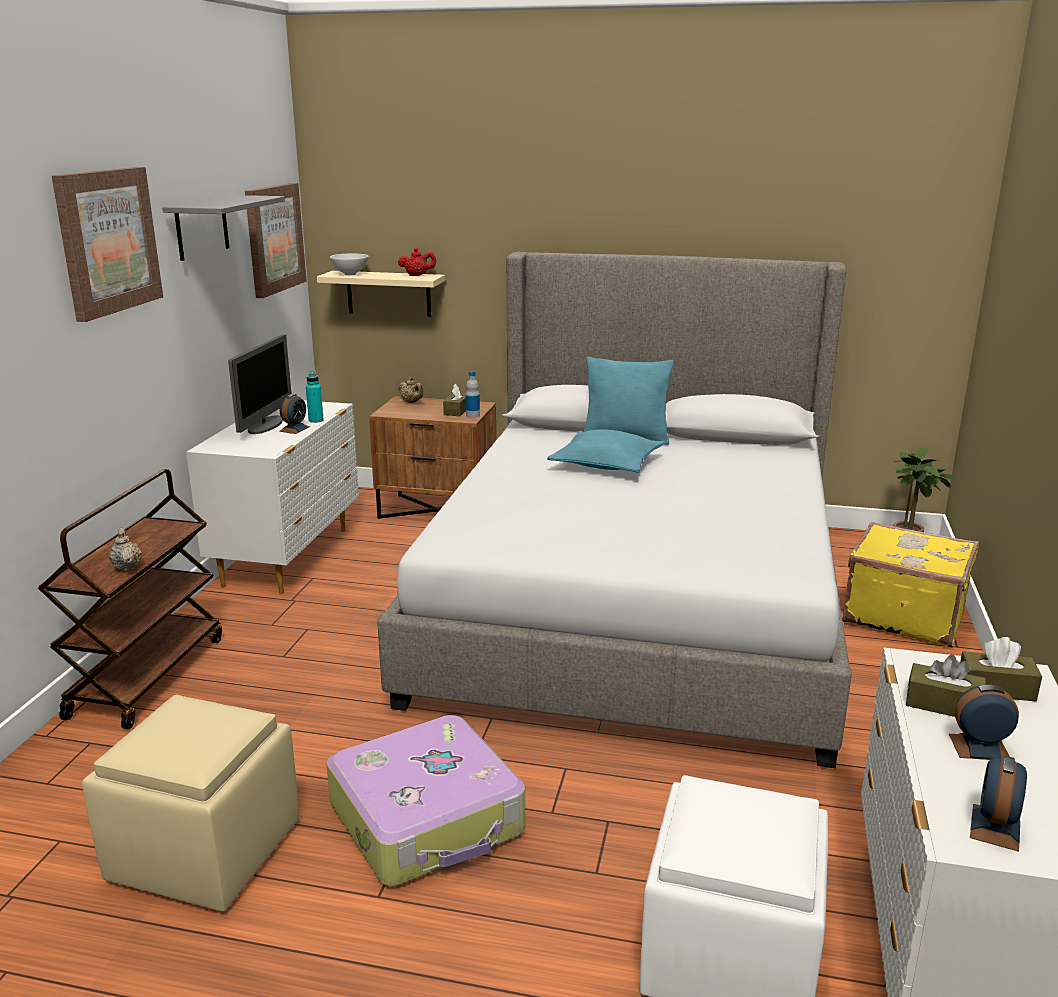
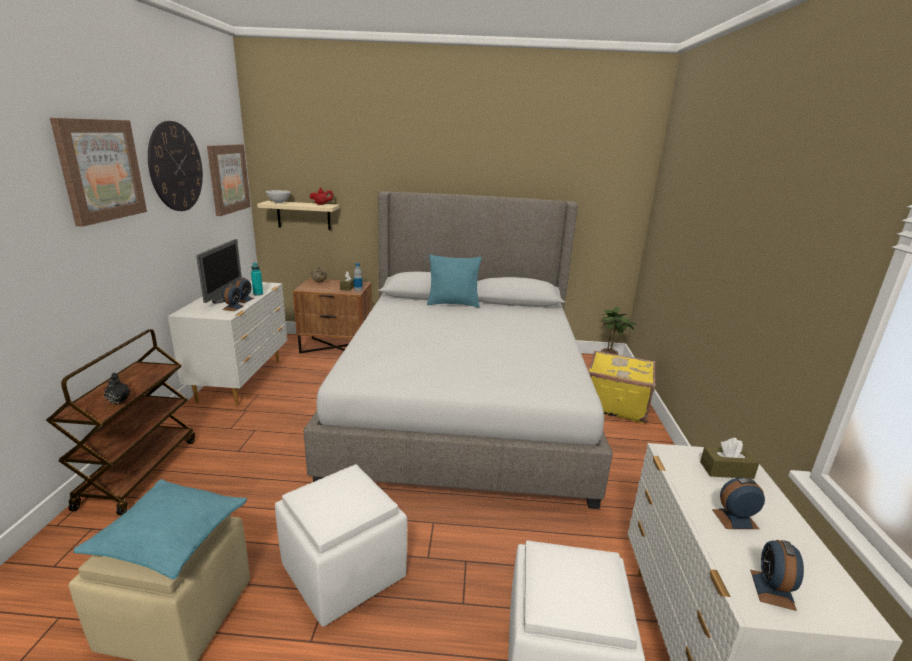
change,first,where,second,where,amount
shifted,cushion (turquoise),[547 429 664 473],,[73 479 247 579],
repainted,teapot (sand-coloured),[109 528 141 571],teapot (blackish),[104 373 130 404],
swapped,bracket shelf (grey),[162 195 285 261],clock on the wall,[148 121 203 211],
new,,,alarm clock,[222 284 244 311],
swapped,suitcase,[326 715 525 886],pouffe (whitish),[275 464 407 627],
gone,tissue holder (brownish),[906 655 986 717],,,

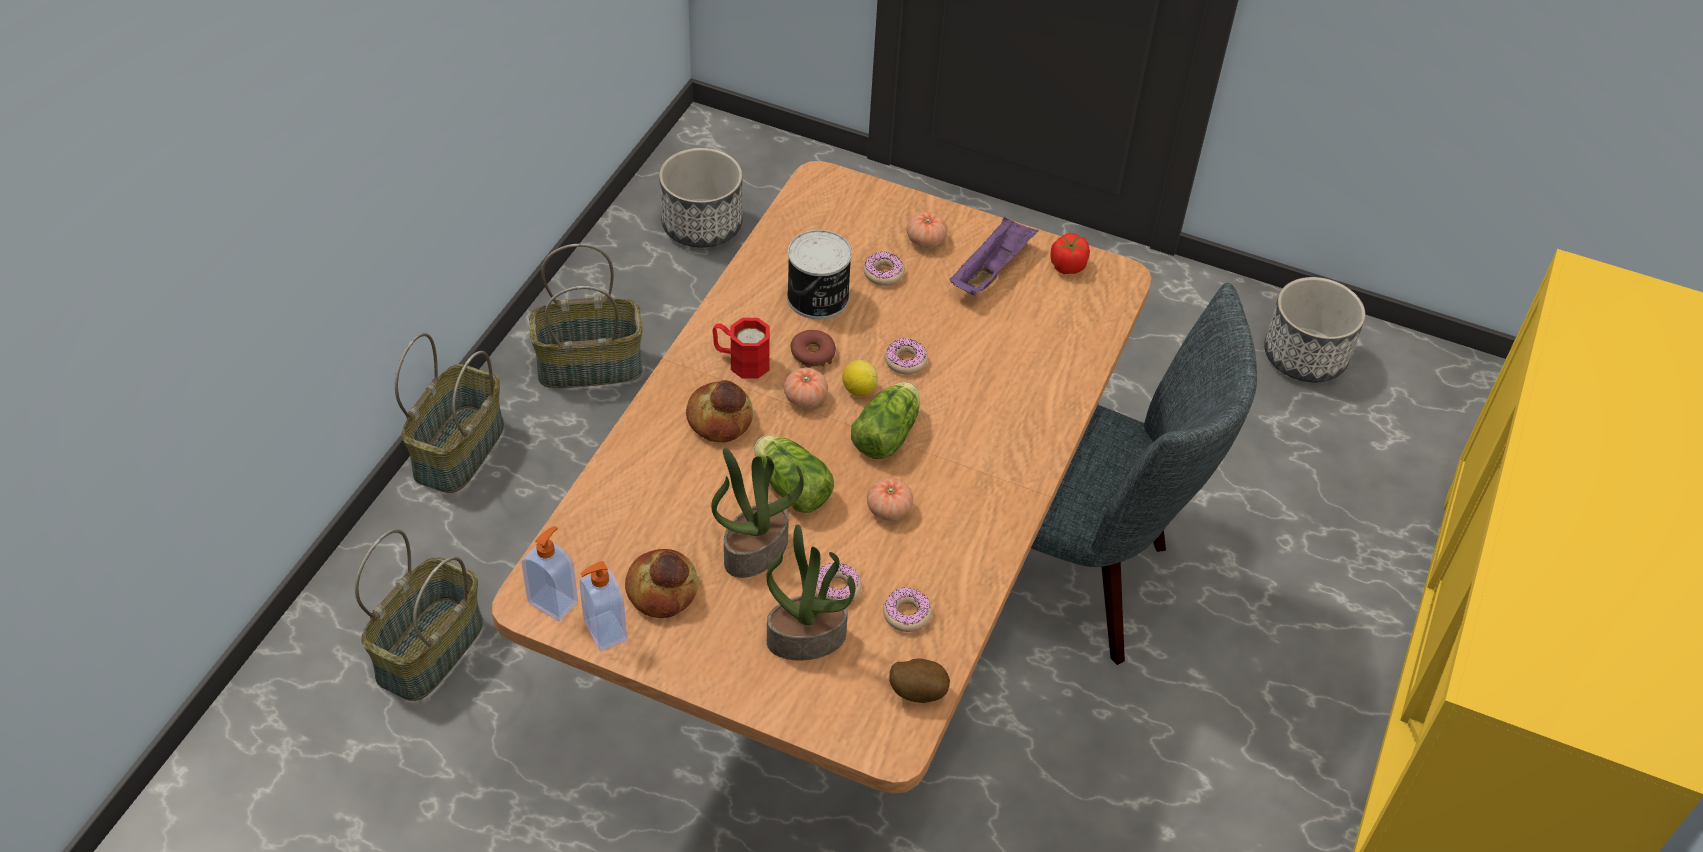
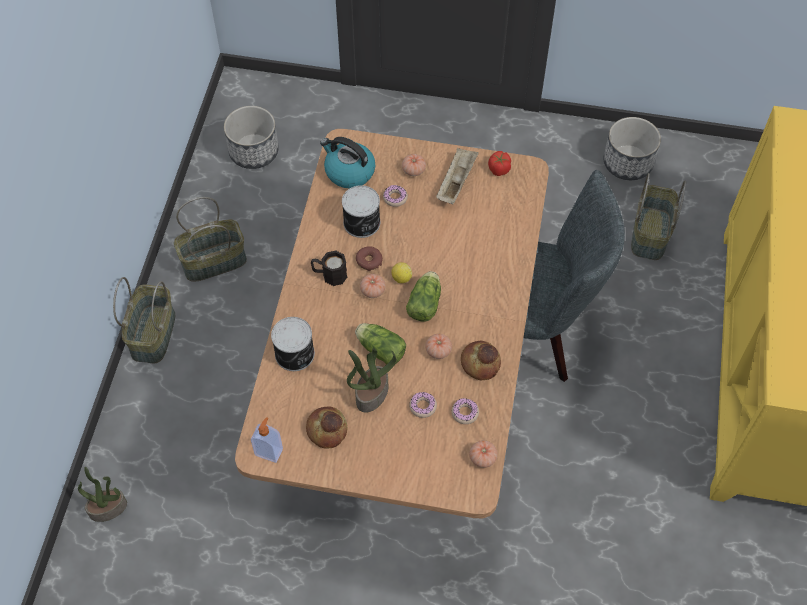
change,first,where,second,where,amount
shifted,houseplant,[766 524 855 661],,[78 467 127 522],
new,,,sealed can,[271 317 315 371],
repainted,mug (red-coloured),[712 318 770 379],mug (blackish),[311 251 347 286],
new,,,tea kettle,[320 137 375 188],
repainted,carrying tray (purple),[950 217 1039 296],carrying tray (sand-coloured),[436 148 479 204],
shifted,bread,[686 380 753 442],,[461 341 501 380],
swapped,potato,[889 658 950 703],fresh tomato,[469 440 498 468],
shifted,household basket,[355 529 483 701],,[631 173 686 260],
gone,soap bottle,[579 561 627 651],,,
gone,doughnut,[885 338 928 375],,,

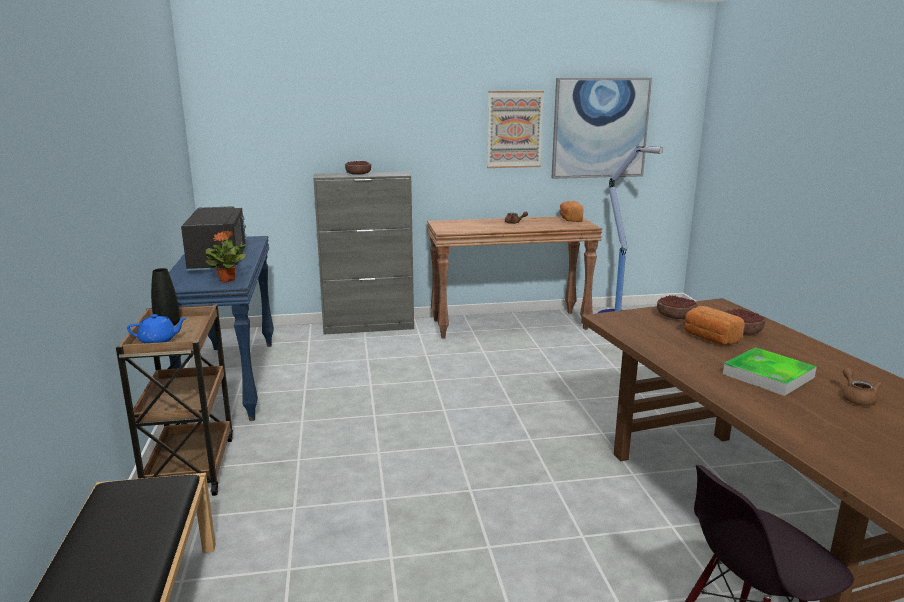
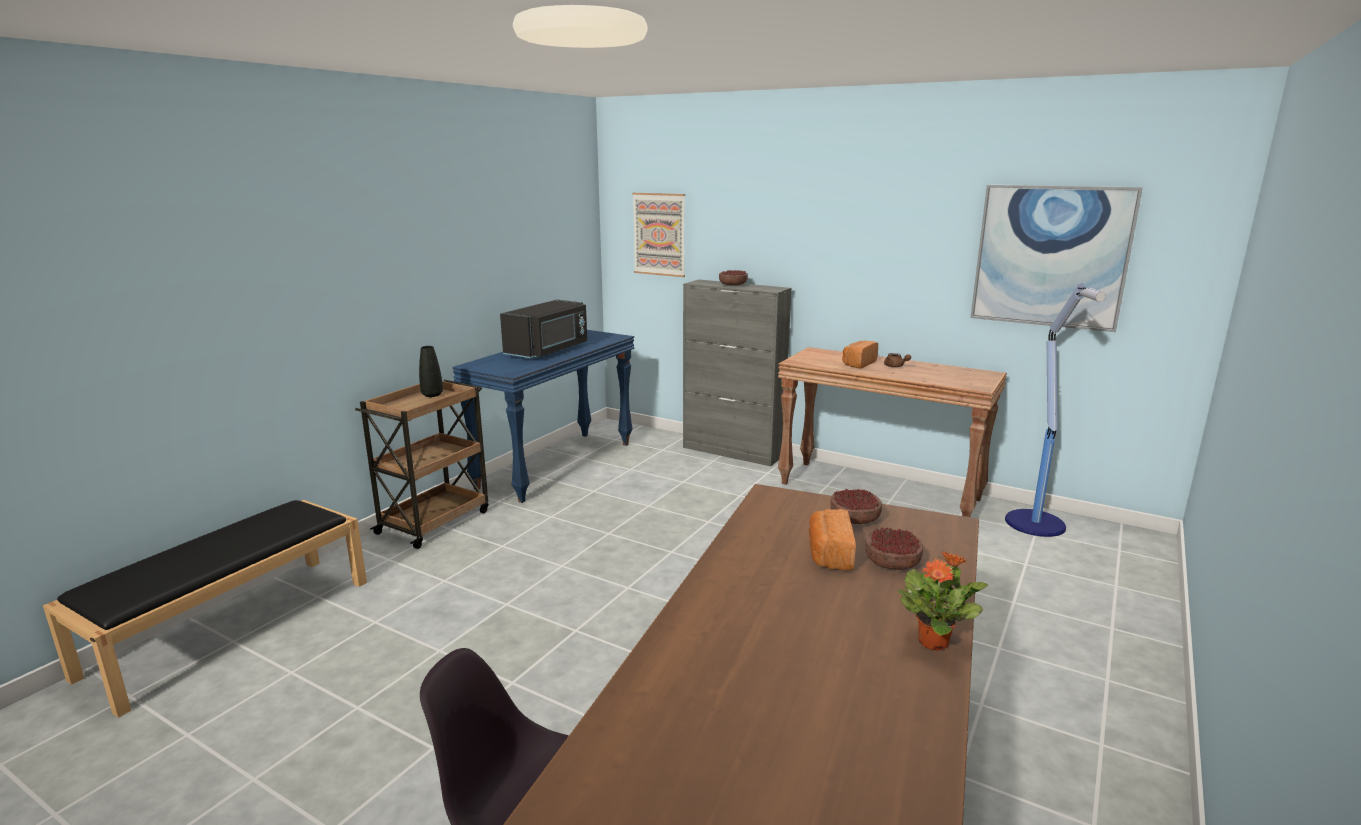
change,first,where,second,where,amount
shifted,wall picture,[487 91 544 168],,[632 193 685 277],
shifted,bread,[560 201 583 222],,[842 340 878 368],
shifted,houseplant,[203 230 247 283],,[898 551 988 651],
gone,teapot (bluish),[127 314 187 343],,,
gone,carrying tray,[723 347 817 396],,,
gone,teapot (brownish),[843 368 882 406],,,

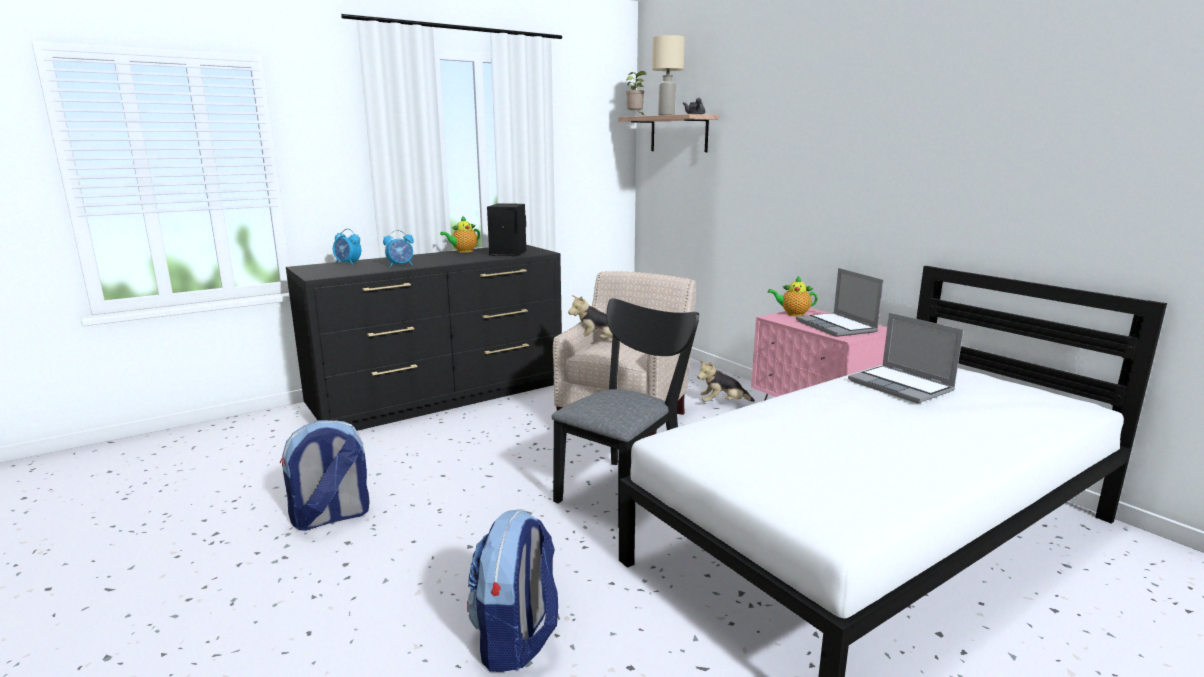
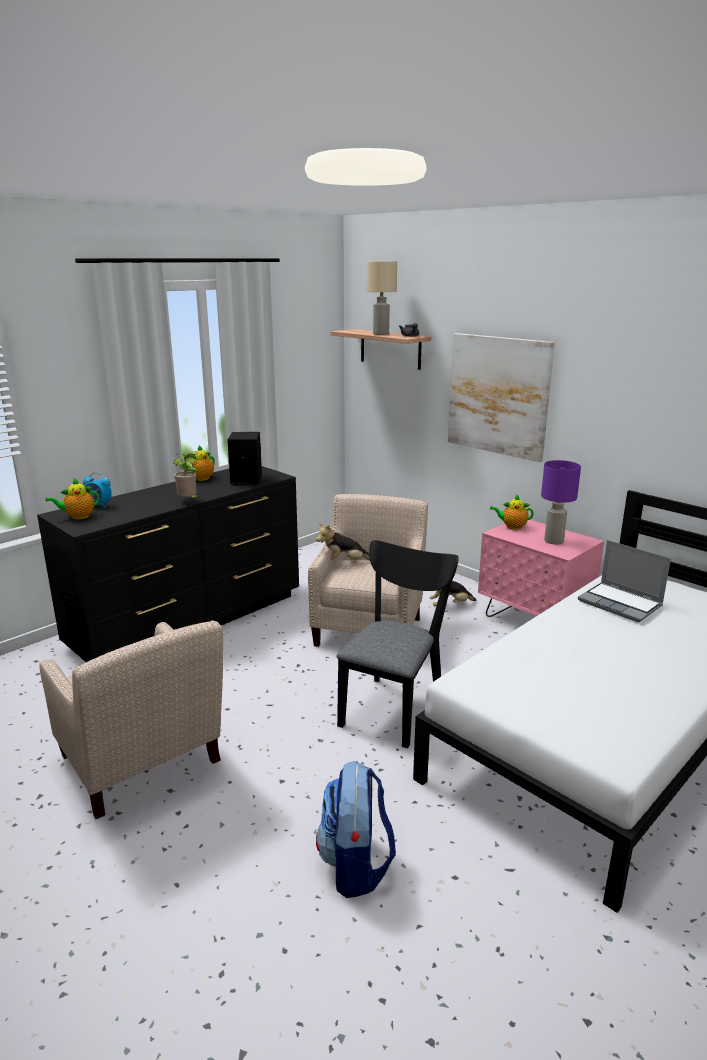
change,first,where,second,where,amount
swapped,rucksack,[280 420 369 531],lounge chair (sand-coloured),[39 620 223 819],
new,,,teapot,[45 478 99 520],
shifted,houseplant,[626 71 647 115],,[173 451 200 498],
new,,,wall picture,[448 333 555 462],
swapped,notebook computer,[796 268 884 337],table lamp (purple),[541 460 581 544],
gone,alarm clock,[383 230 414 267],,,

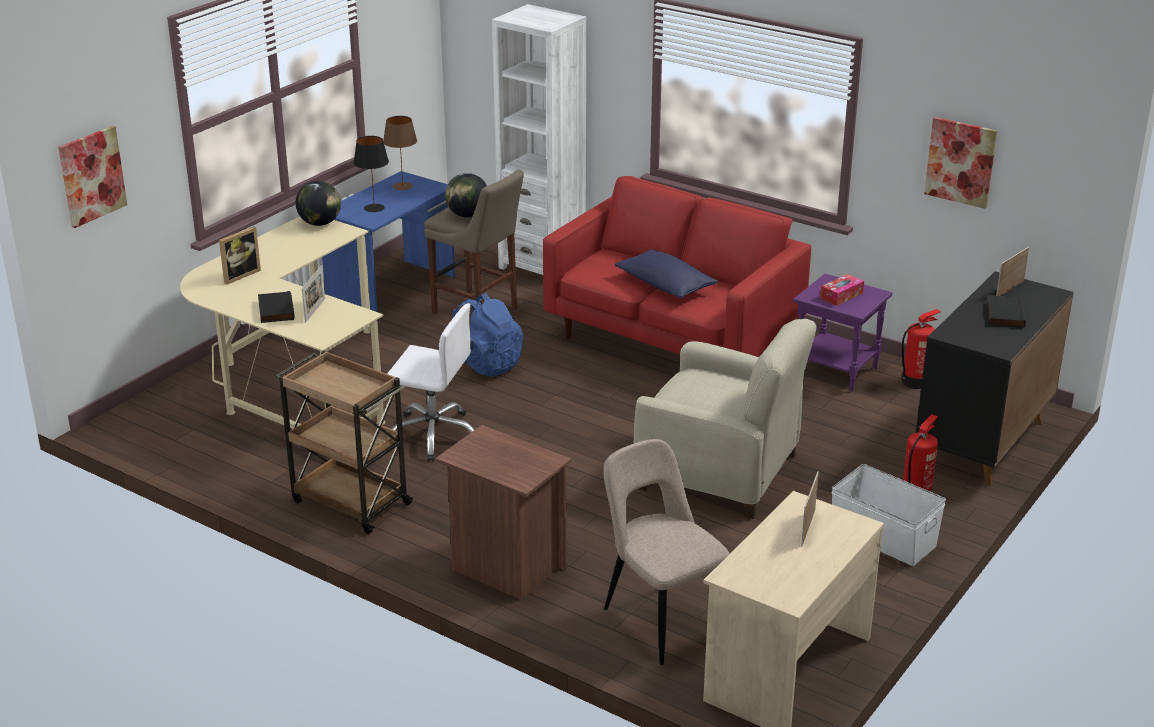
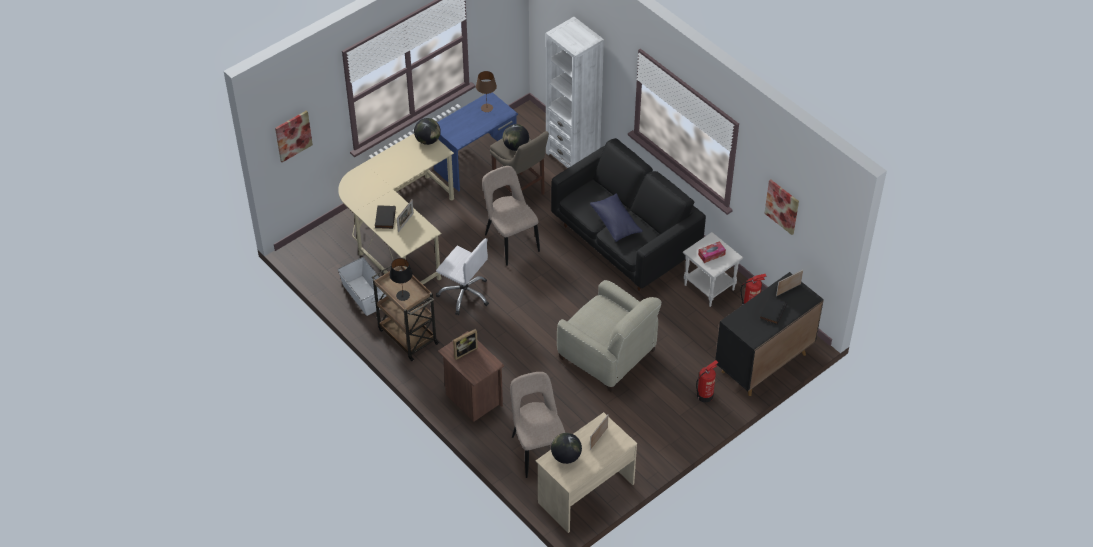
change,first,where,second,where,amount
shifted,storage bin (whitish),[831 464 946 566],,[338 257 386 316],
shifted,table lamp (blackish),[353 136 389 212],,[389 258 413 301],
shifted,photo frame,[219 226 261 285],,[453 329 478 360],
swapped,rucksack (bluish),[452 293 523 377],plain chair (sand-coloured),[482 166 540 266],
repainted,couch (red-coloured),[543 176 811 357],couch (blackish),[551 138 706 291],
new,,,world globe,[551 433 582 464],
repainted,accent table (purple),[793 274 892 392],accent table (whitish),[683 232 743 307],

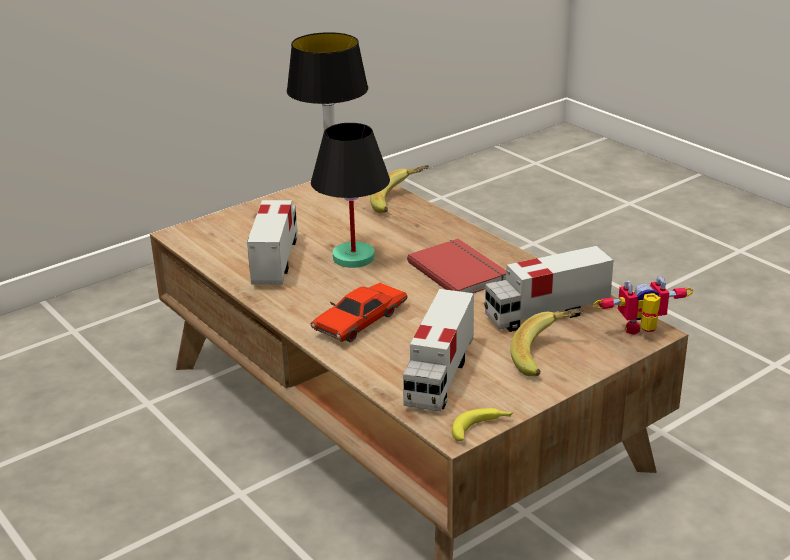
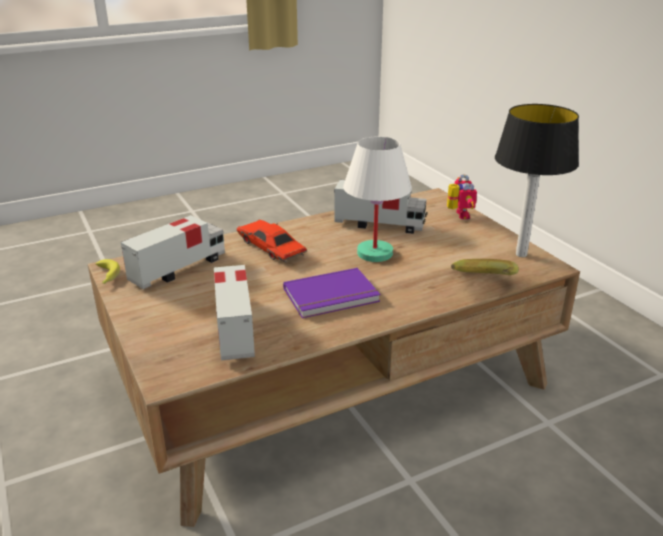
change,first,where,second,where,amount
rotated,model truck,[403 289 474 412],,[121 215 225 289],105 degrees clockwise
repainted,bound book (red-coloured),[407 239 506 293],bound book (purple),[283 268 380 318],
repainted,table lamp (blackish),[311 123 390 268],table lamp (whitish),[343 137 412 262],
shifted,robot figure,[593 276 693 335],,[447 175 477 219],
gone,whole banana,[510 308 584 376],,,

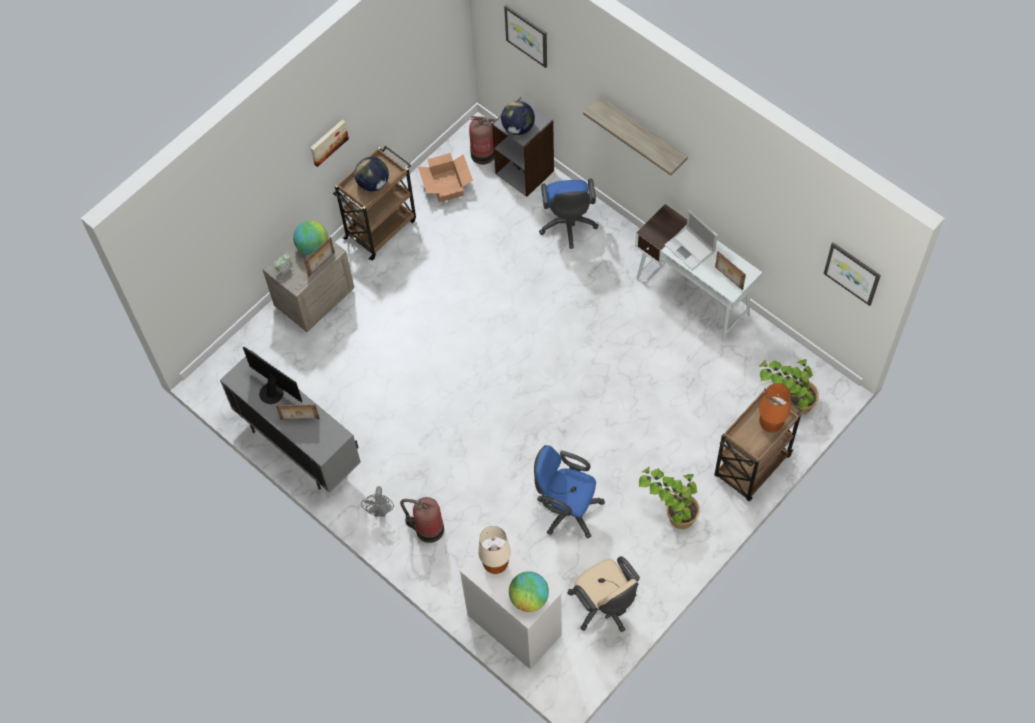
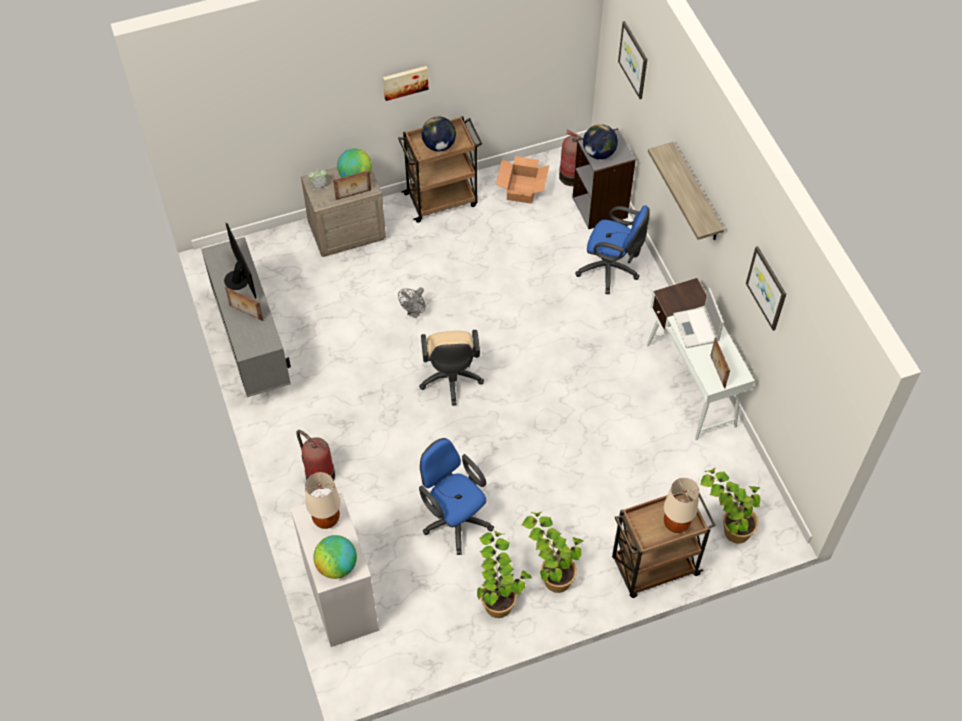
change,first,where,second,where,amount
shifted,fan (grey),[361 486 394 516],,[398 287 425 318],
shifted,desk chair (sand-coloured),[567 556 640 632],,[419 330 484 405],
new,,,houseplant,[477 531 532 618],
rotated,desk chair (bluish),[539 178 598 249],,[575 205 650 294],90 degrees counterclockwise
repainted,table lamp (orange),[759 383 791 433],table lamp (sand-coloured),[664 478 699 533],
shifted,wall picture,[824 243 881 306],,[746 246 786 331],

